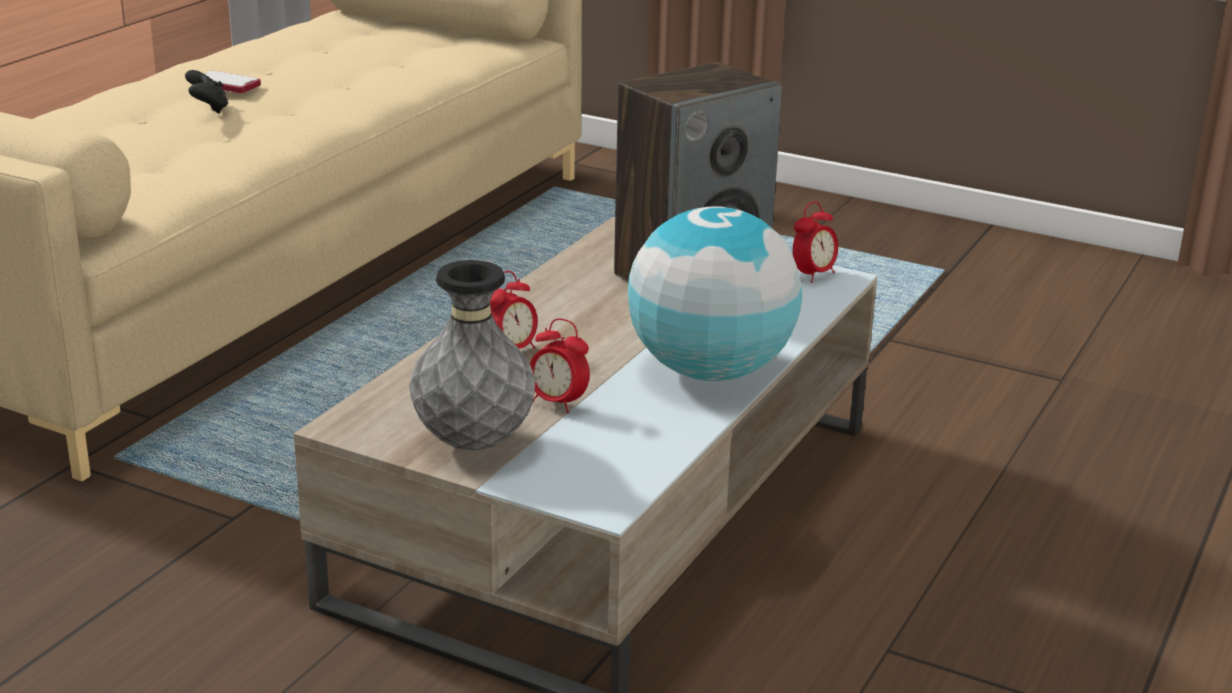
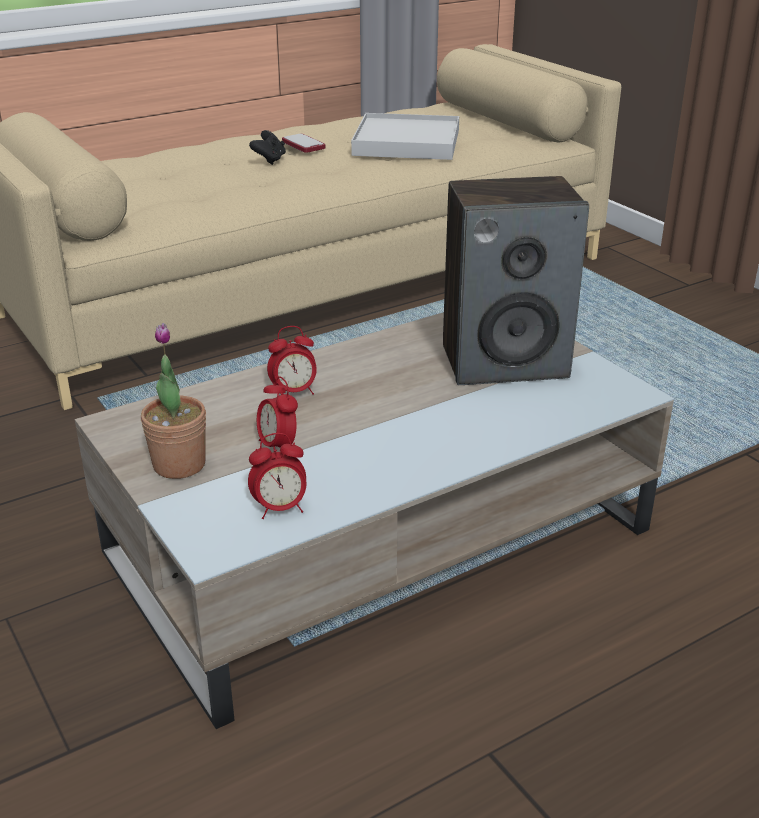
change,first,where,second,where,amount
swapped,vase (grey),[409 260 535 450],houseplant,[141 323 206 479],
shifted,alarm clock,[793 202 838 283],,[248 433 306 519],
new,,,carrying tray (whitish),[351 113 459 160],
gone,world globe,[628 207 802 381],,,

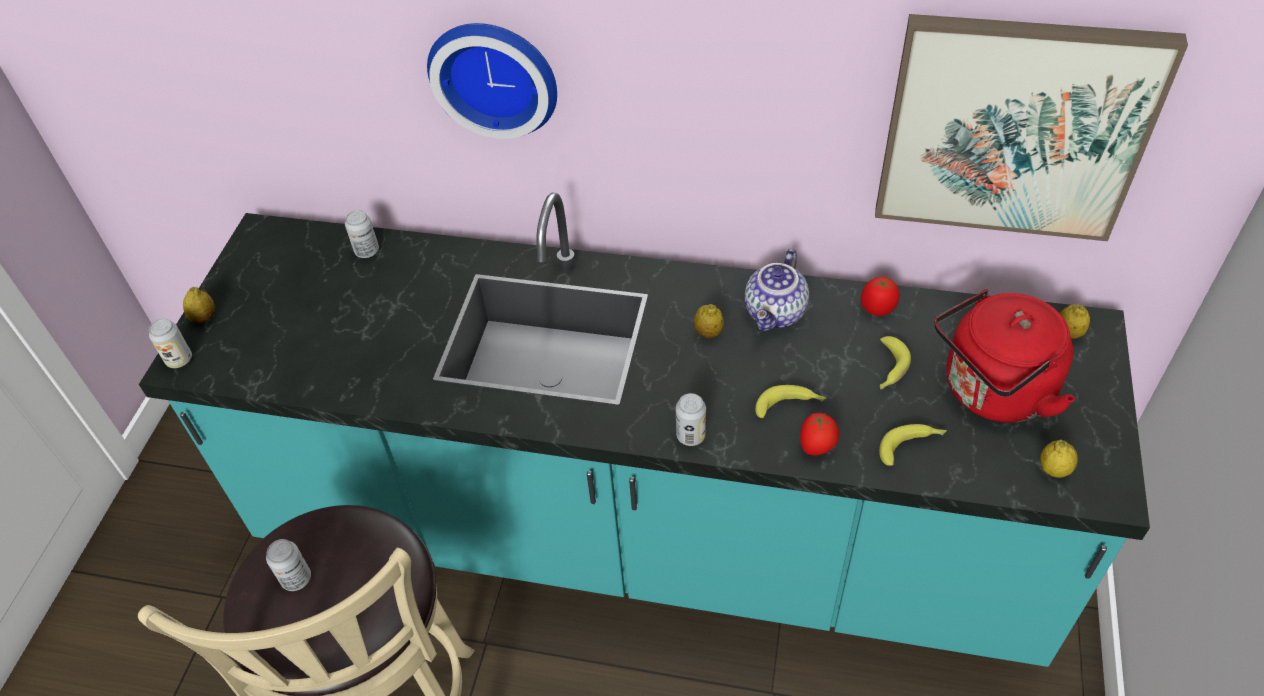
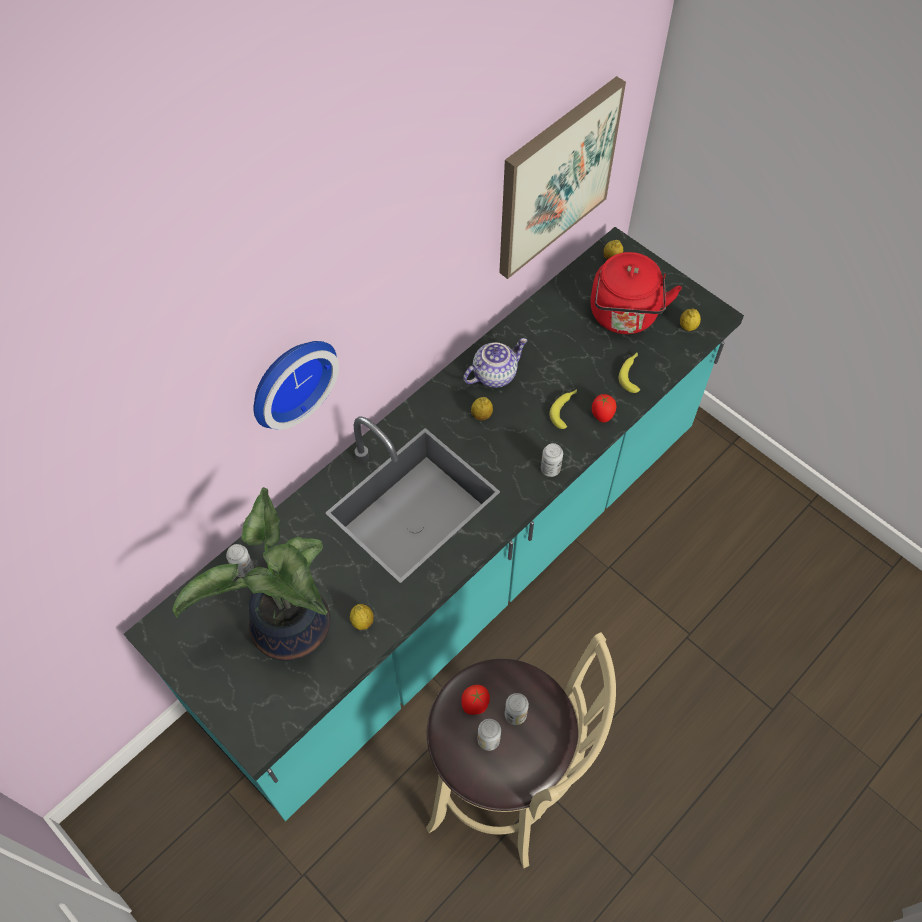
change,first,where,second,where,amount
new,,,houseplant,[172 487 330 661],
shifted,lemon,[183 287 215 323],,[350 604 374 630],
shifted,fresh tomato,[861 276 900 316],,[461 685 490 715],
rotated,teapot,[745 249 809 331],,[463 338 528 388],90 degrees counterclockwise
shifted,sealed can,[149 319 192 368],,[505 693 529 725],
gone,whole banana,[880 336 911 389],,,

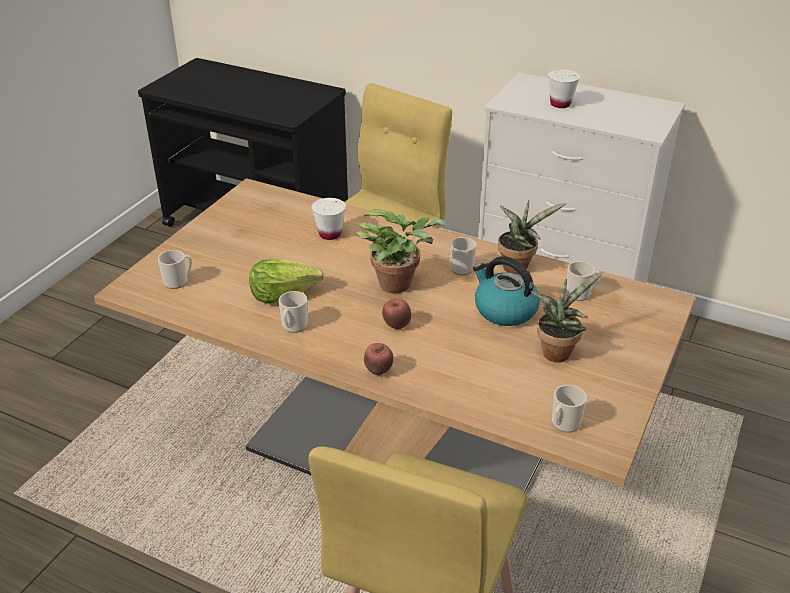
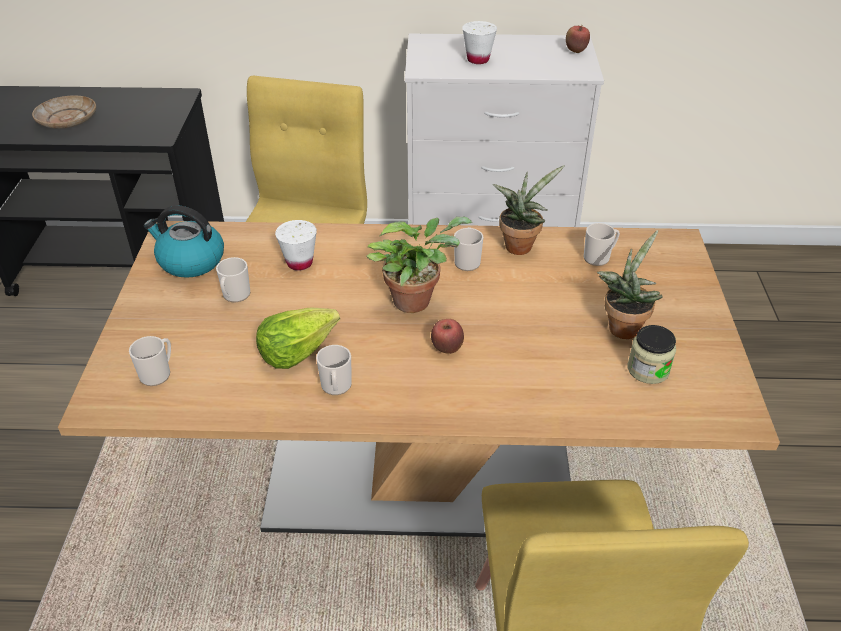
change,first,where,second,where,amount
new,,,plate (sand-coloured),[32 96 96 129],
shifted,tea kettle,[473 256 540 326],,[144 205 224 278],
shifted,mug,[552 385 587 433],,[216 257 250 302],
shifted,apple fruit,[364 343 393 375],,[566 25 590 53],
new,,,storage jar,[627 325 676 384],

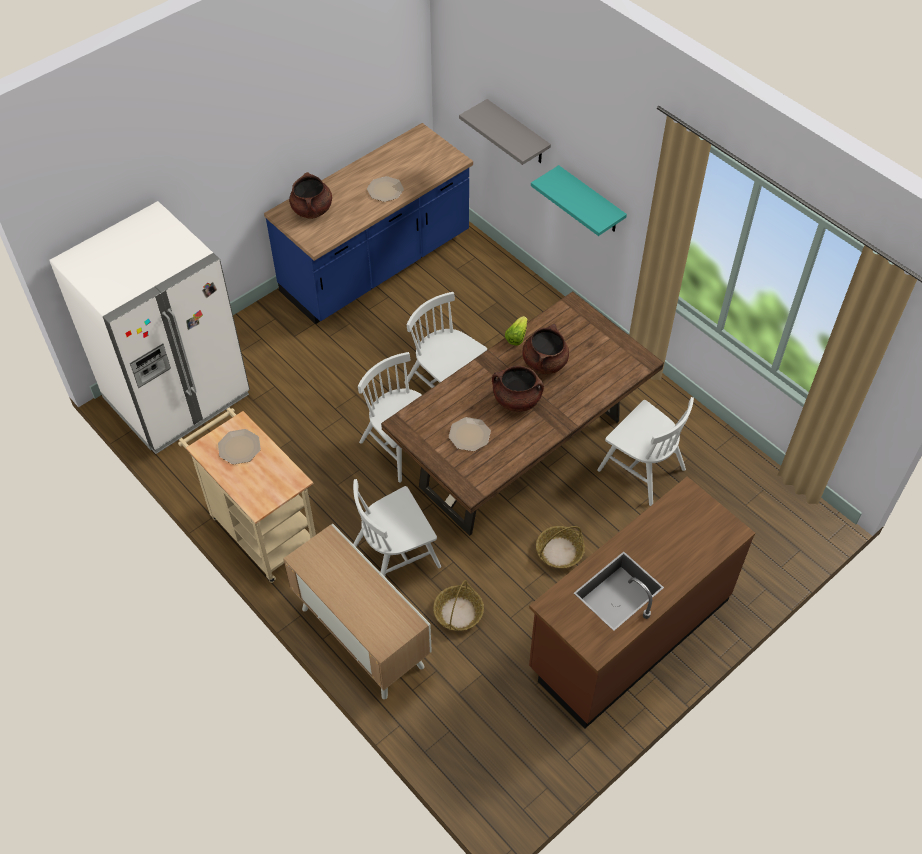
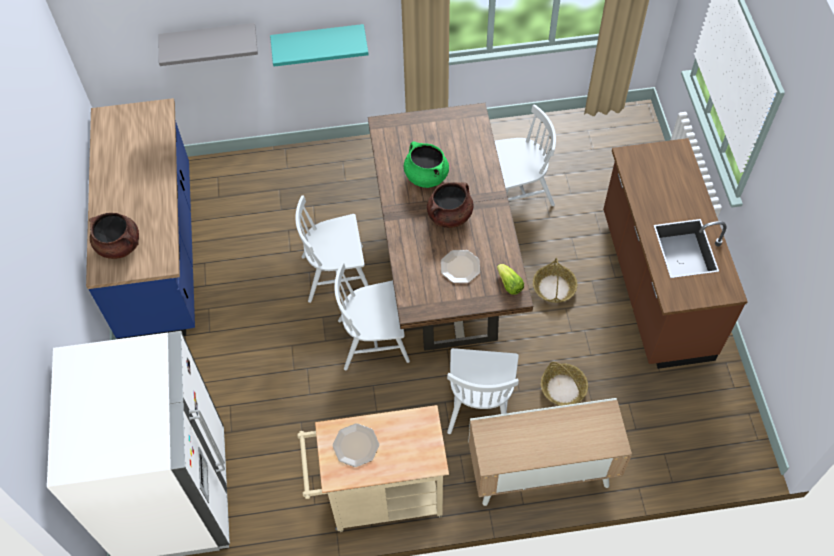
change,first,where,second,where,amount
repainted,cooking pot (brownish),[522 324 569 374],cooking pot (greenish),[404 141 449 188],
shifted,lettuce,[505 316 528 346],,[497 264 524 295],
gone,plate,[367 176 404 202],,,

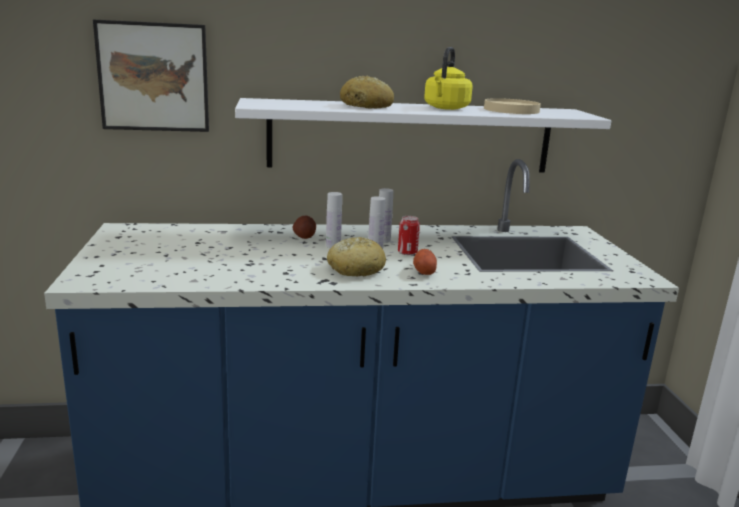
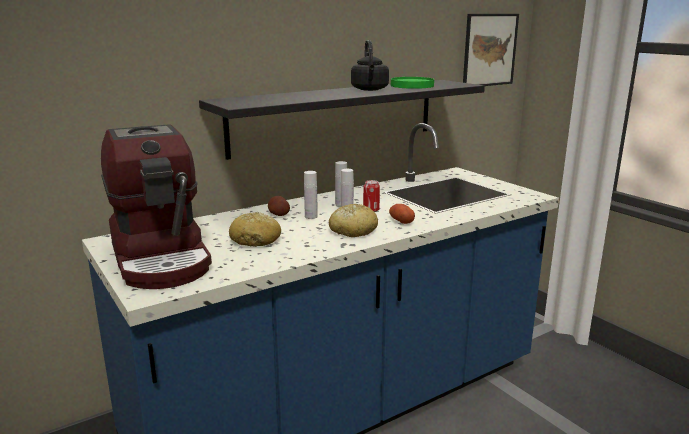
change,first,where,second,where,amount
new,,,coffee machine,[101 124 212 289],
repainted,bracket shelf (whitish),[235 98 611 173],bracket shelf (blackish),[199 80 485 160],
shifted,bread,[340 76 394 109],,[229 212 281 247],
repainted,tea kettle (yellow),[424 47 473 110],tea kettle (blackish),[351 40 389 91],
repainted,plate (sand-coloured),[484 98 541 114],plate (greenish),[391 77 434 89],
shifted,wall picture,[93 19 209 132],,[463 14 519 86],

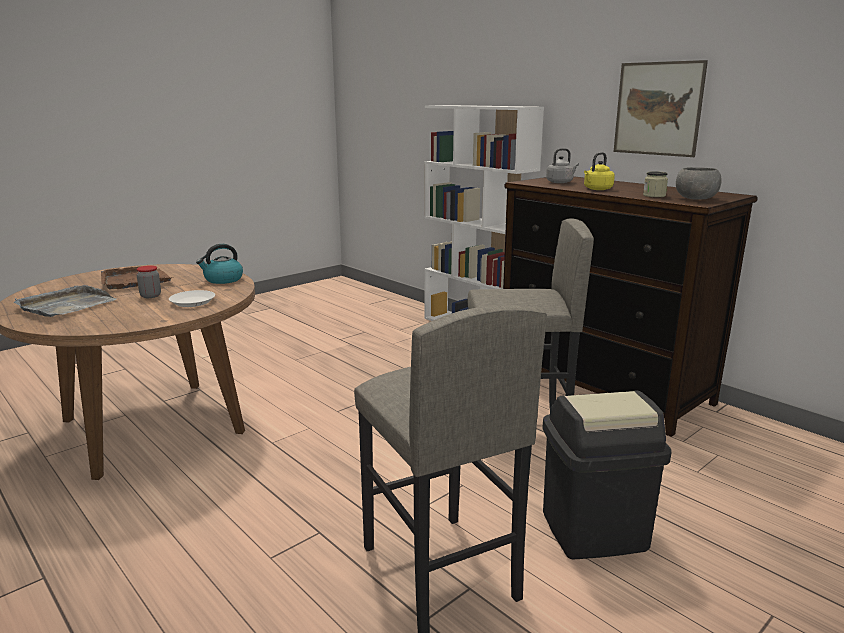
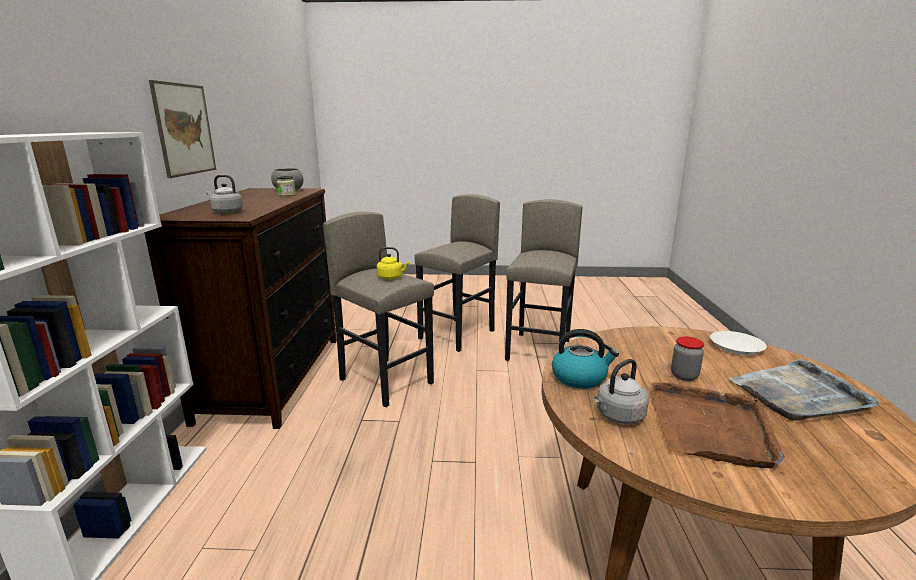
change,first,where,second,where,amount
shifted,tea kettle (yellow),[584 152 615 190],,[377 247 409 279],
swapped,trash can (blackish),[542 391 672 559],sitting stool (grey),[414 194 500 352],
new,,,tea kettle (grey),[594 359 649 424],
shifted,plate (whitish),[169 290 215 307],,[710 331 767 355],

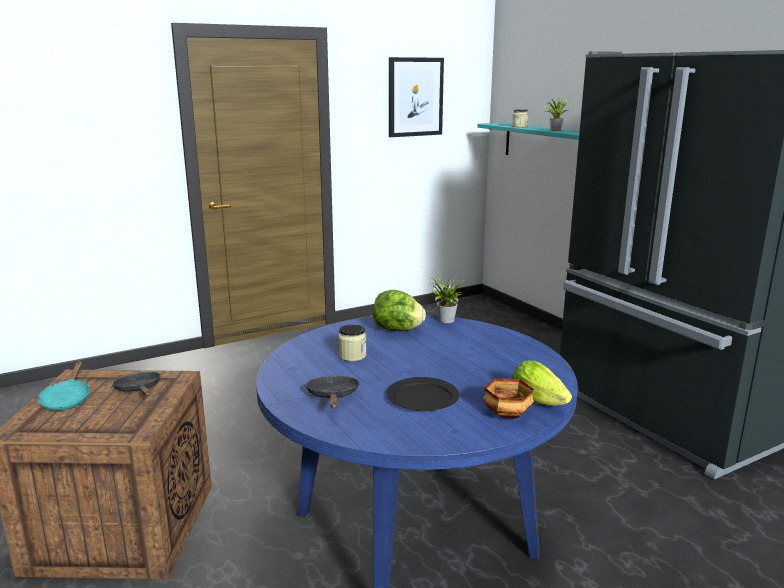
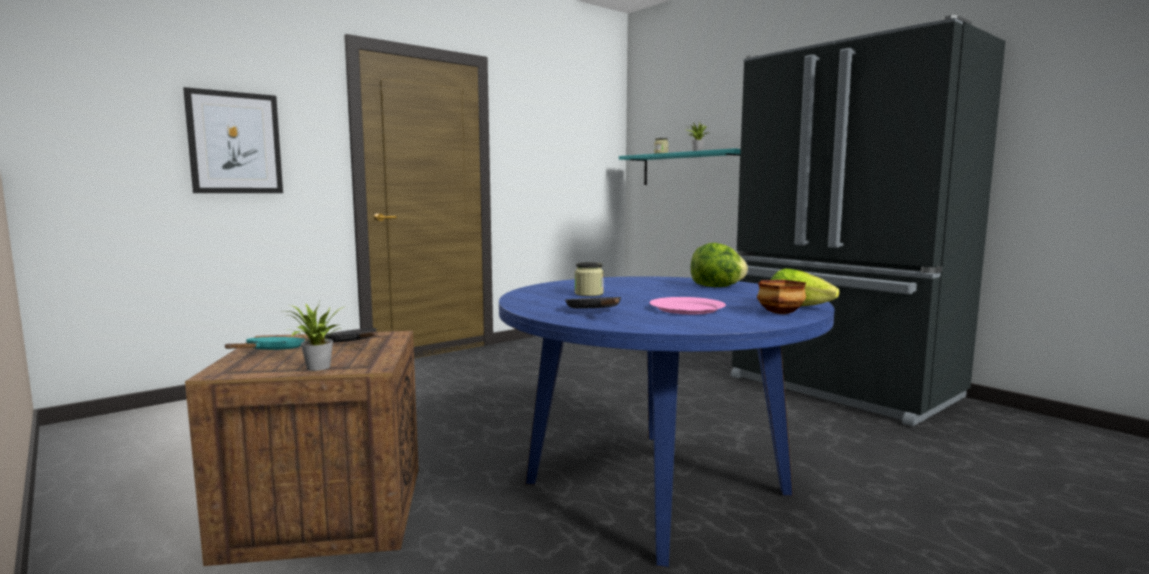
change,first,where,second,where,amount
shifted,wall picture,[389 57 444 137],,[183 87 283 193],
rotated,pan (turquoise),[38 361 90 411],,[224 337 305 350],150 degrees counterclockwise
shifted,houseplant,[427 275 467 323],,[288 302 346 371],
repainted,plate (blackish),[387 377 459 411],plate (pinkish),[649 297 726 314],
shifted,lettuce,[373 290 426 331],,[691 243 748 287],

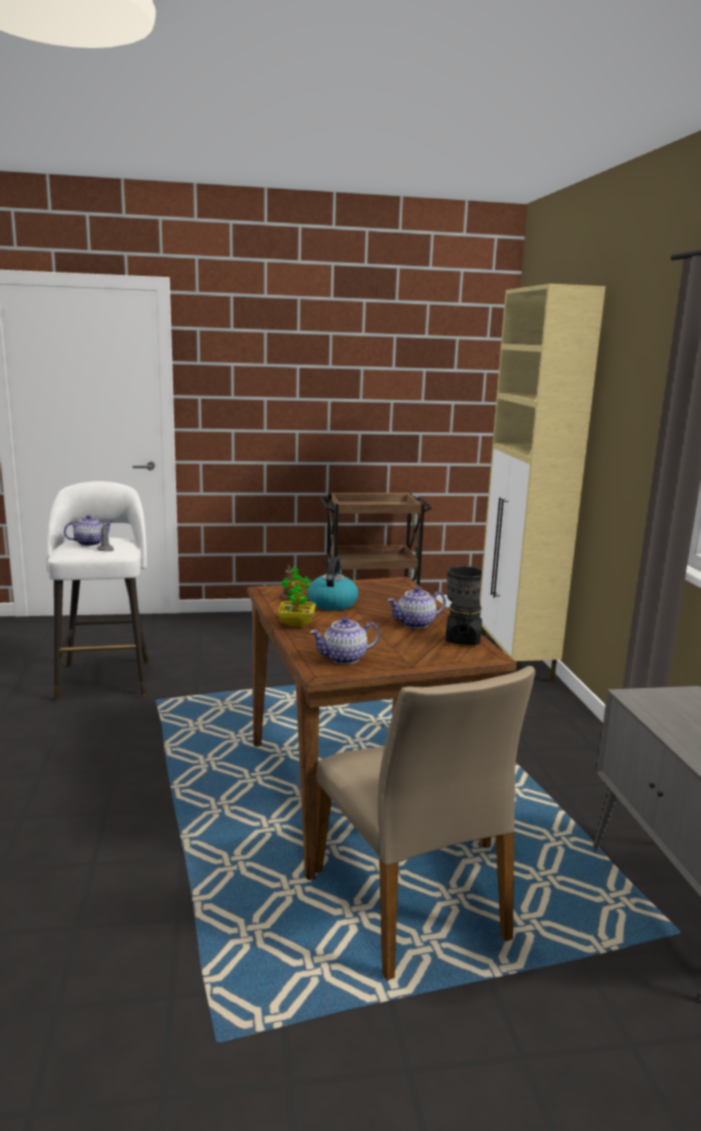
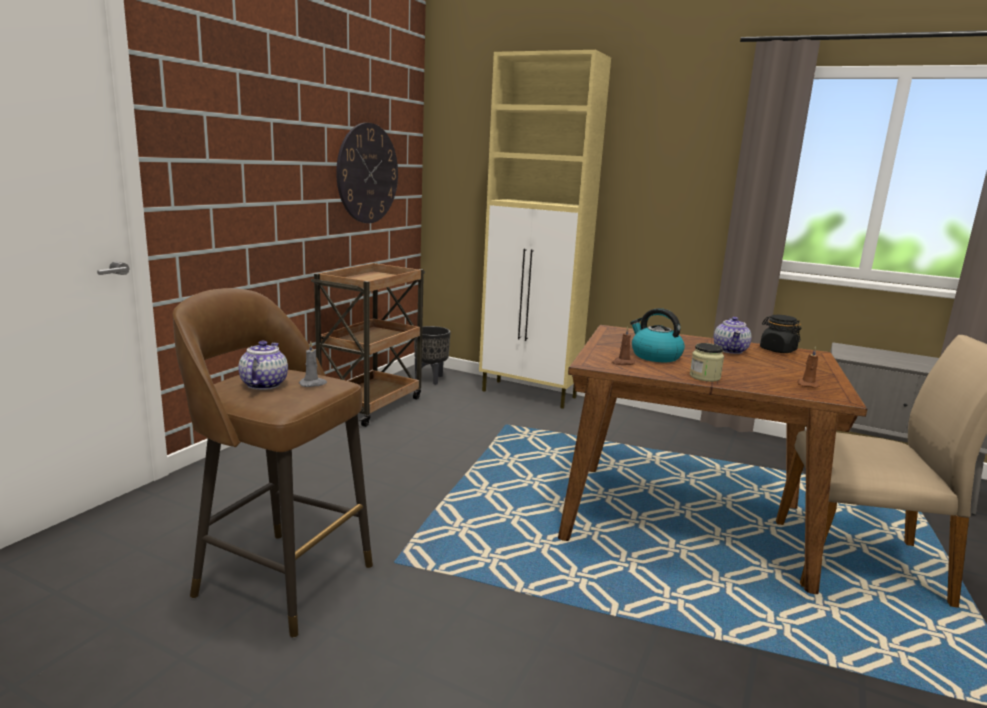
change,first,where,second,where,amount
repainted,sitting stool (whitish),[46 481 149 701],sitting stool (brownish),[173 288 373 638],
new,,,clock on the wall,[336 123 398 223],
swapped,houseplant,[278 567 316 627],storage jar,[690 343 724 382],
swapped,teapot,[310 617 380 664],wax candle (brownish),[798 346 820 388],

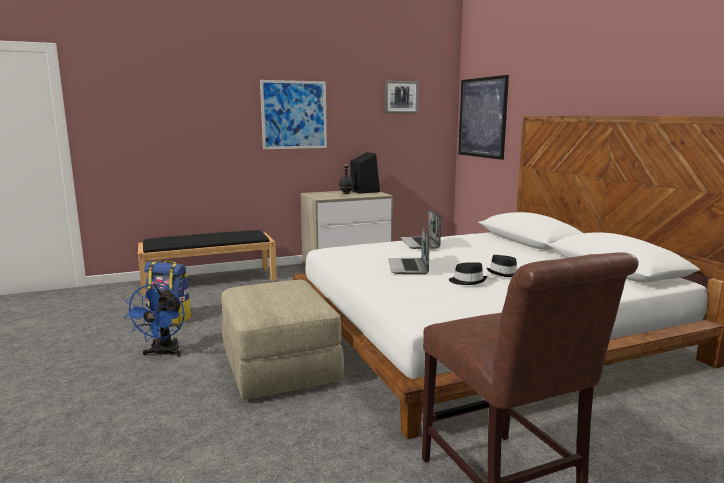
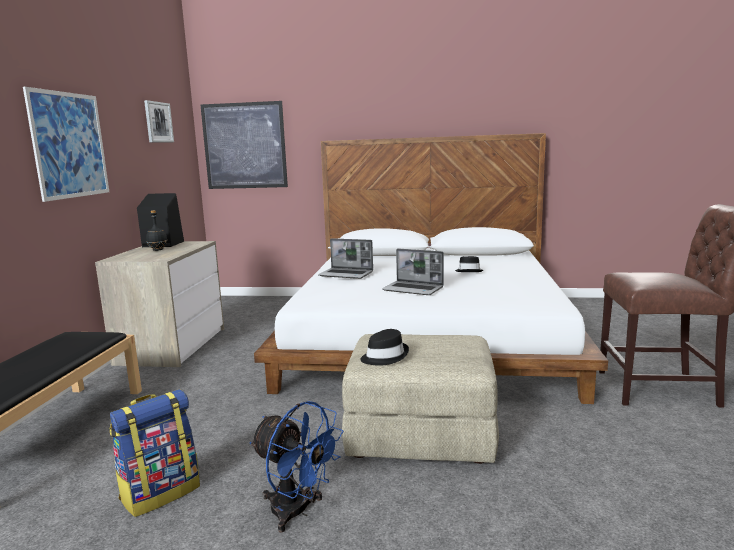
change,first,where,second,where,amount
shifted,hat (blackish),[449 263 487 285],,[360 329 409 366],

